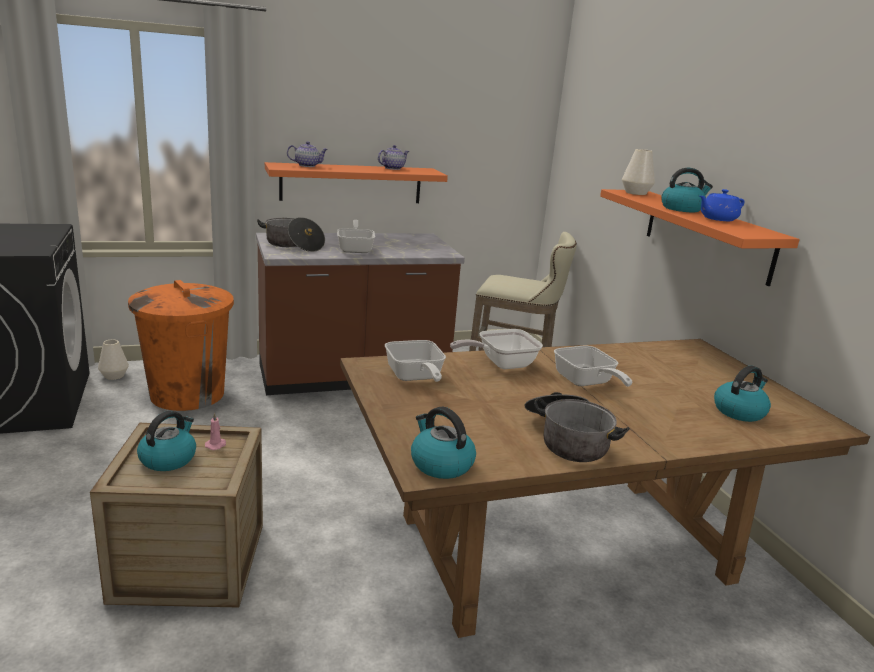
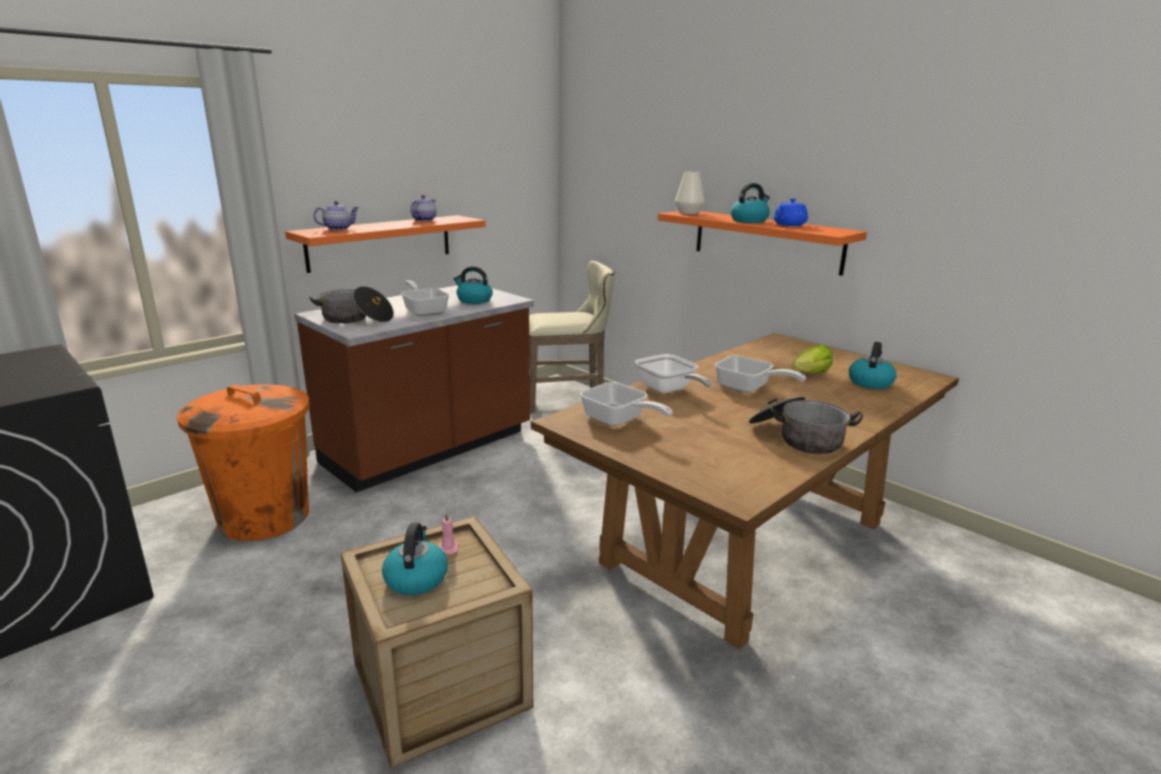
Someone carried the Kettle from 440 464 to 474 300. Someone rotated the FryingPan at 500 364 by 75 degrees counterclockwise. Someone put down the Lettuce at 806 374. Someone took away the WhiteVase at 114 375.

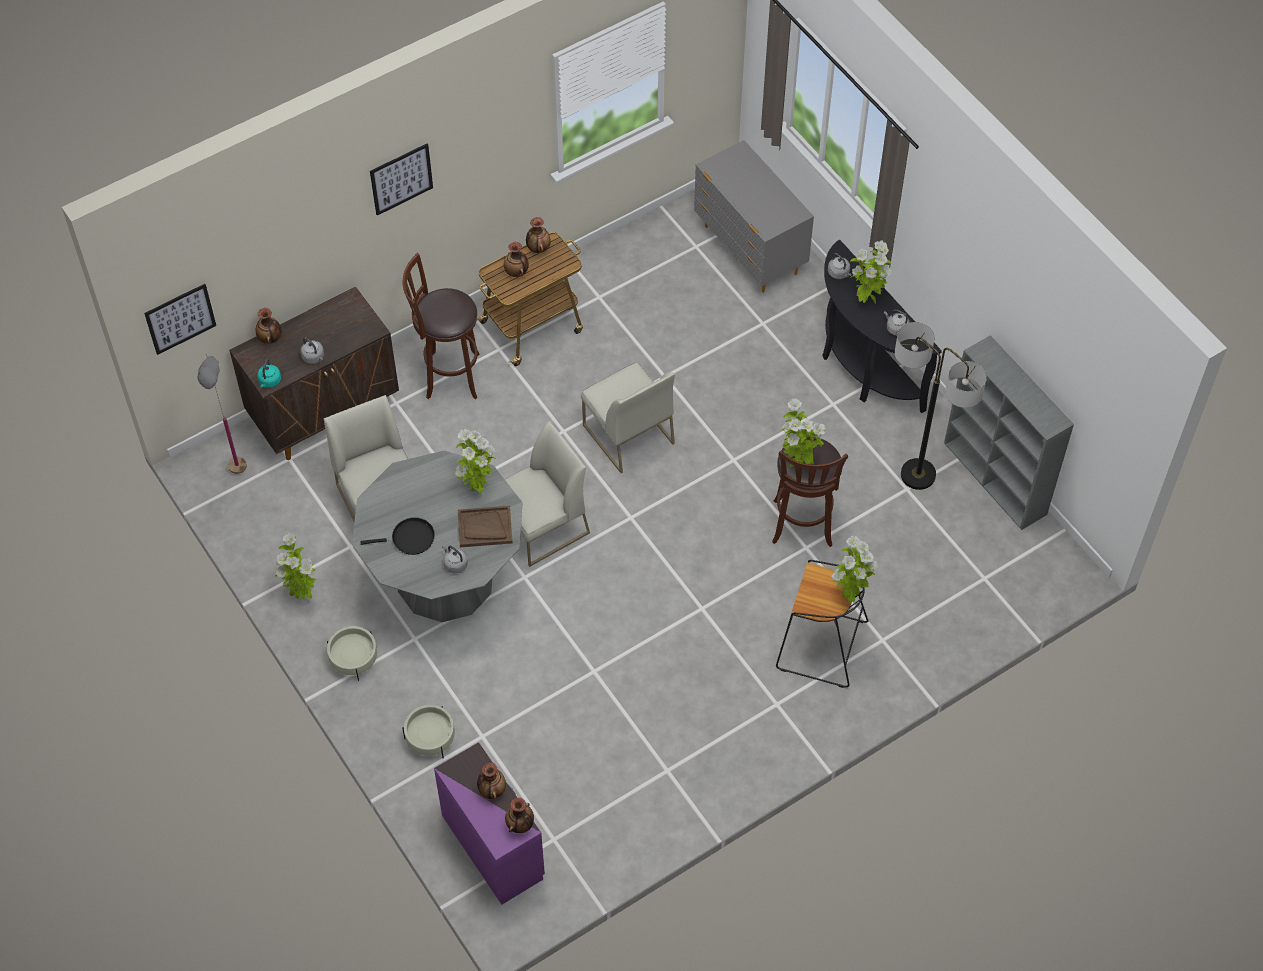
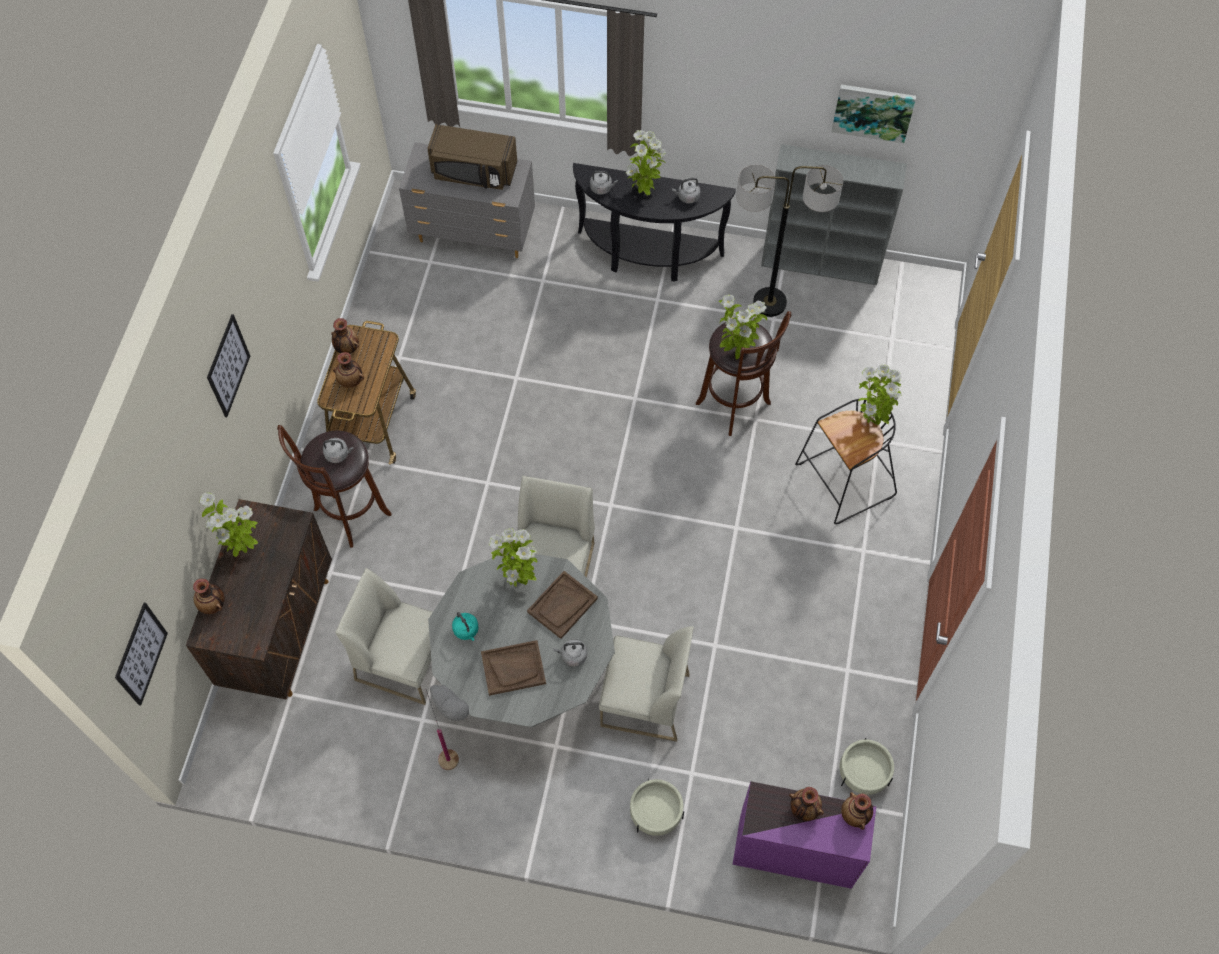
Someone carried the PottedPlant from 302 593 to 242 548. Someone carried the GreyKettle from 314 357 to 338 454. Someone carried the GreyFloorLamp from 240 482 to 463 771. Someone put down the BrownMicrowave at 474 172. Someone carried the TurquoiseKettle from 269 382 to 466 631. Someone swapped the BlackFryingPan at 409 538 for the BrownTray at 513 668. Someone carried the WhiteChair from 627 434 to 644 701. Someone put up the Picture at 873 111. Someone carried the BeigePlanter from 353 659 to 863 772.

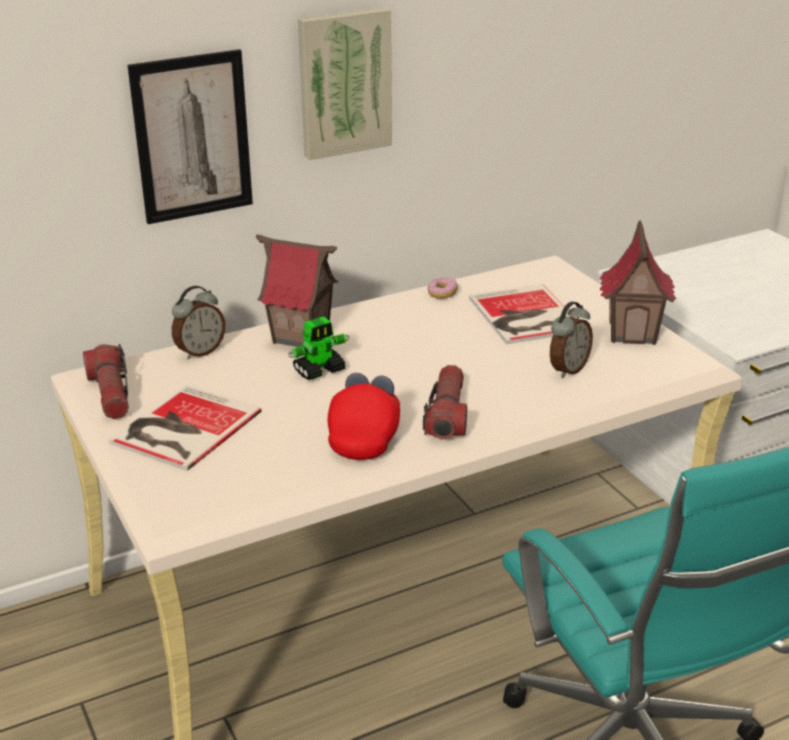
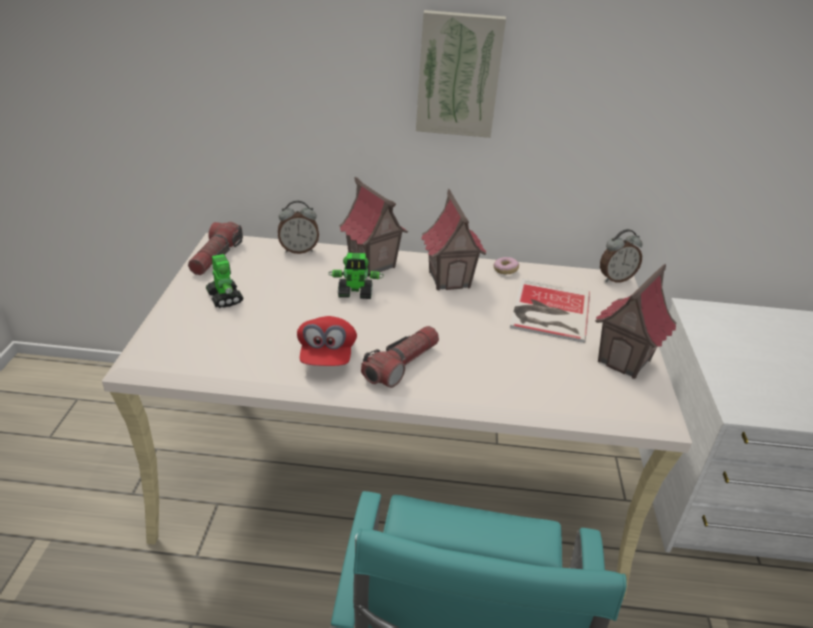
Someone swapped the Book at 182 428 for the ToyRobot at 224 297. Someone rotated the RedCap at 365 436 by 135 degrees clockwise. Someone put down the ToyHouse at 450 279. Someone carried the AlarmClock from 567 369 to 615 278. Someone took away the Picture at 192 137.

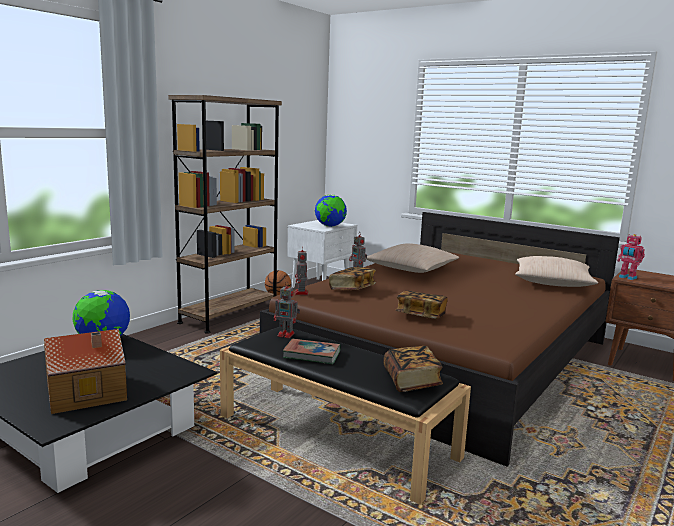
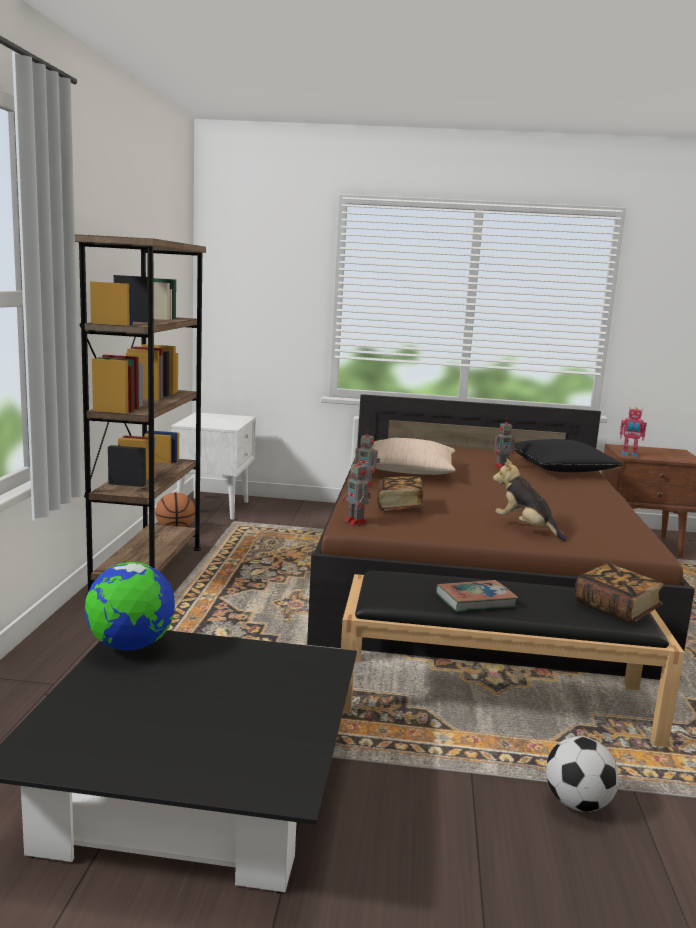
Someone swapped the Book at 420 316 for the PlushToy at 526 528. Someone carried the ToyRobot from 286 335 to 502 467. Someone repainted the BeigePillow at 552 282, which became the BlackPillow at 560 469. Someone put down the Football at 577 803. Someone took away the ToyHouse at 88 392. Someone took away the Globe at 330 226.

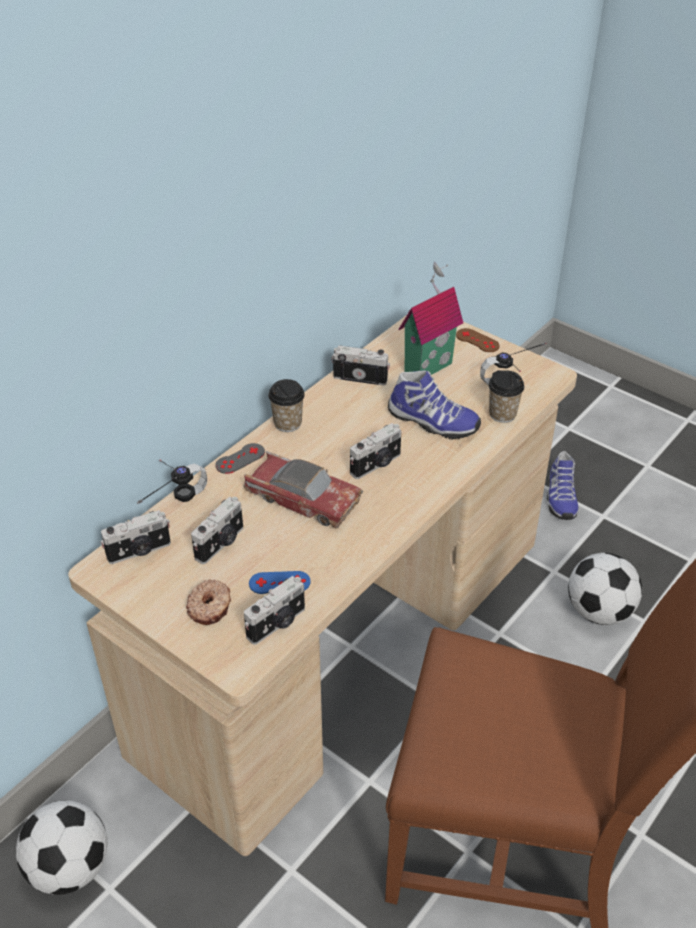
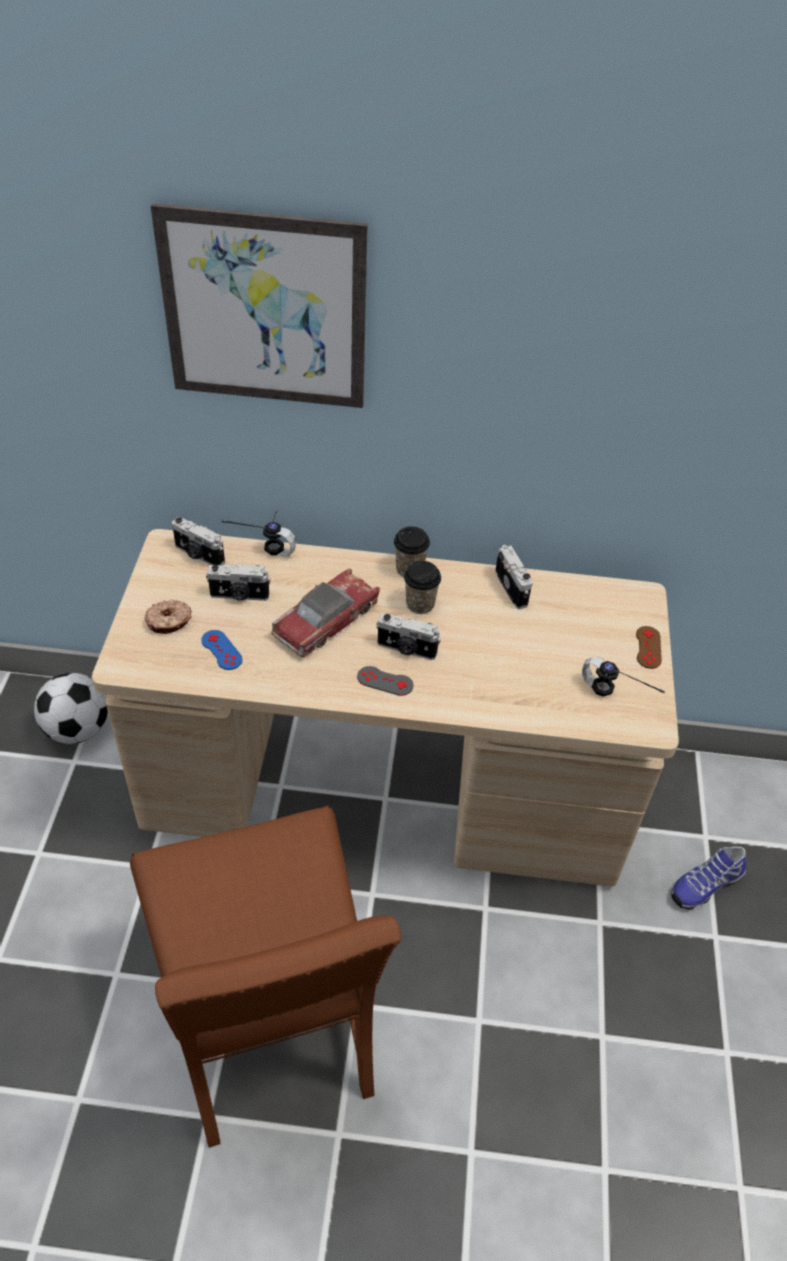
Someone put up the Picture at 264 310. Someone rotated the ToyCar at 303 499 by 135 degrees counterclockwise. Someone carried the GreyGameController from 240 459 to 385 681. Someone carried the Cup from 502 414 to 420 604. Someone took away the PhotoCamera at 277 624. Someone took away the Shoe at 432 423. Someone took away the ToyHouse at 426 366. Someone took away the Football at 599 611.

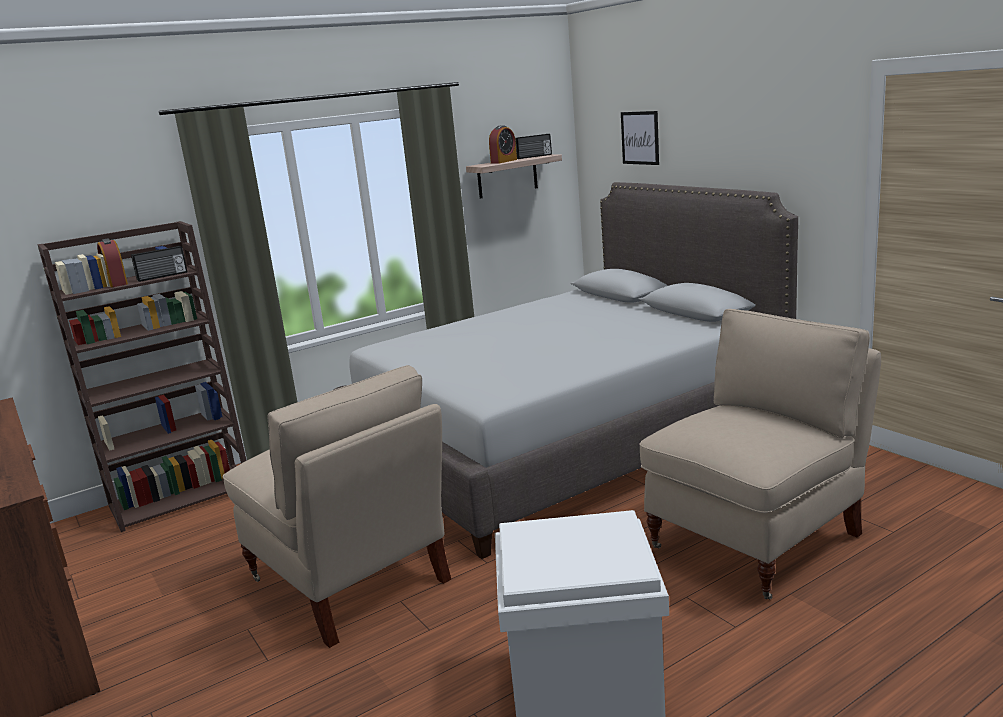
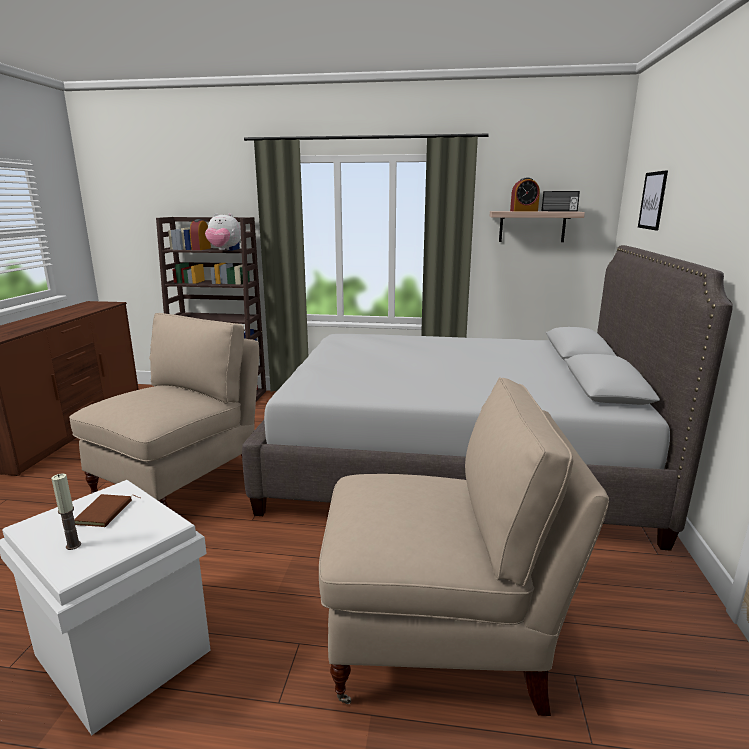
Someone put down the Candle at 73 545. Someone rotated the BeigeChair at 350 581 by 150 degrees counterclockwise. Someone put down the BrownBook at 106 513. Someone swapped the Radio at 162 276 for the PlushToy at 224 250.

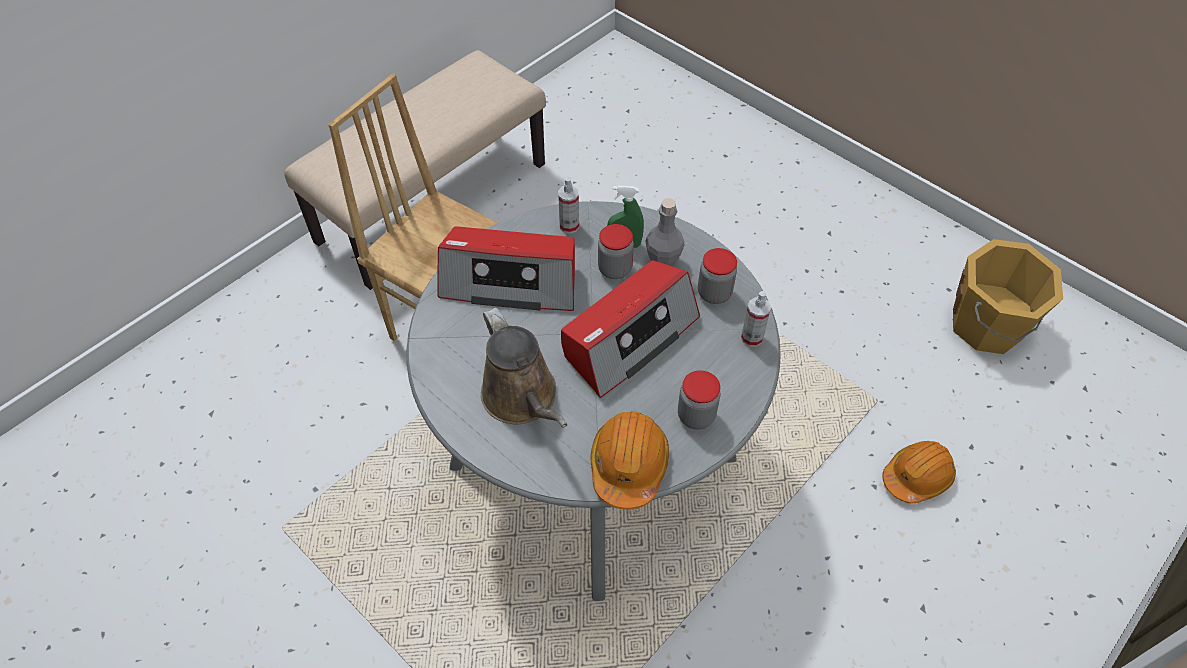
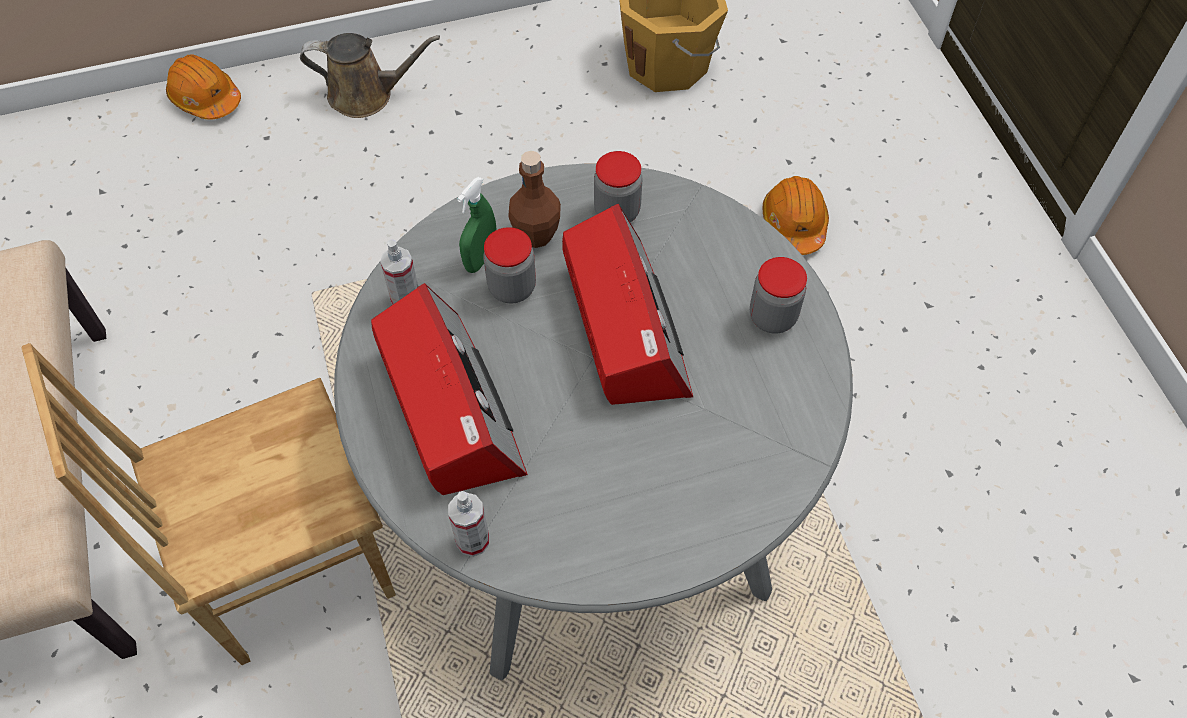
Someone carried the OrangeHardHat from 628 465 to 205 98. Someone carried the BrownWateringCan from 522 398 to 367 95. Someone rotated the Radio at 511 281 by 60 degrees counterclockwise. Someone carried the SprayBottle from 752 338 to 472 540. Someone repainted the GreyBottle at 663 262, which became the BrownBottle at 536 235.

